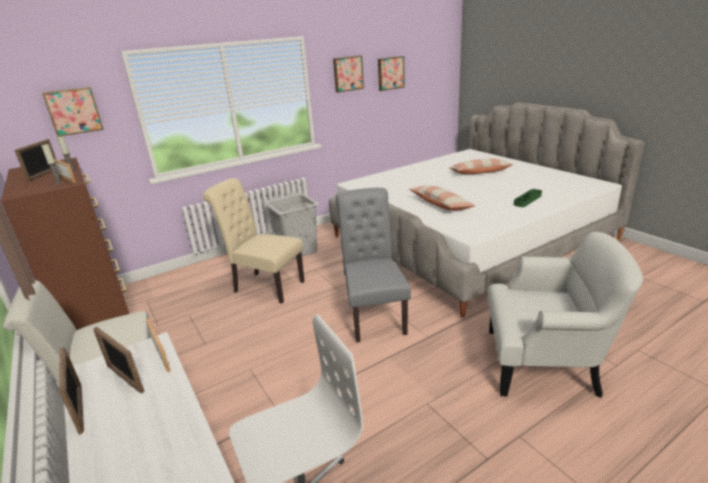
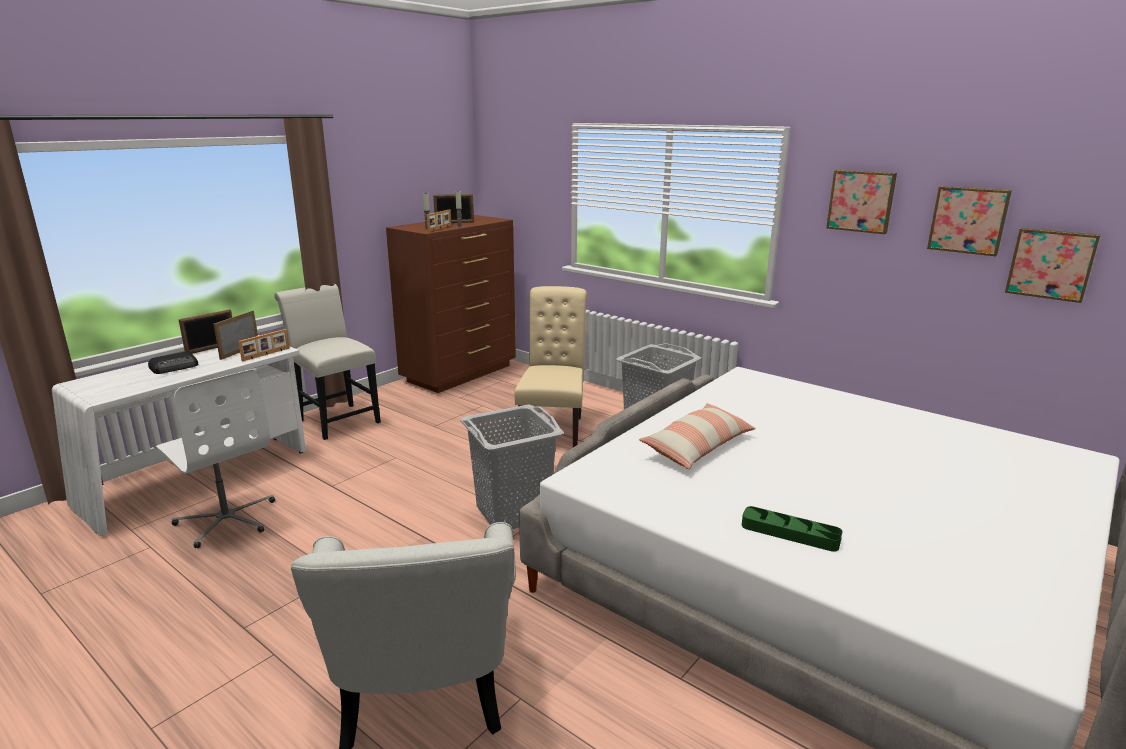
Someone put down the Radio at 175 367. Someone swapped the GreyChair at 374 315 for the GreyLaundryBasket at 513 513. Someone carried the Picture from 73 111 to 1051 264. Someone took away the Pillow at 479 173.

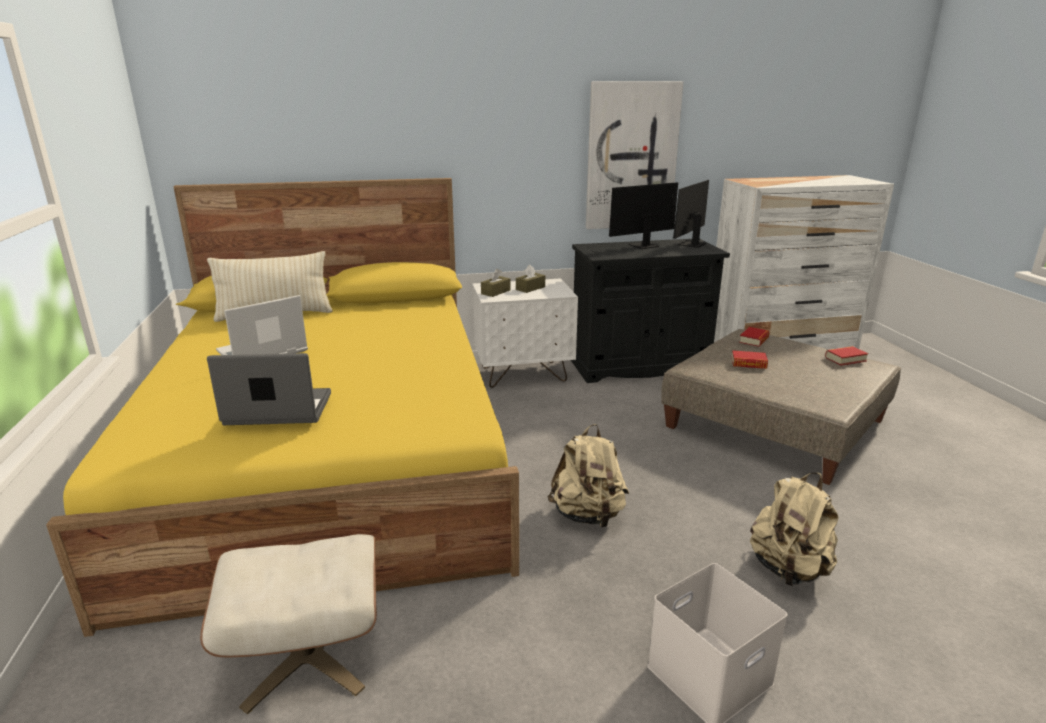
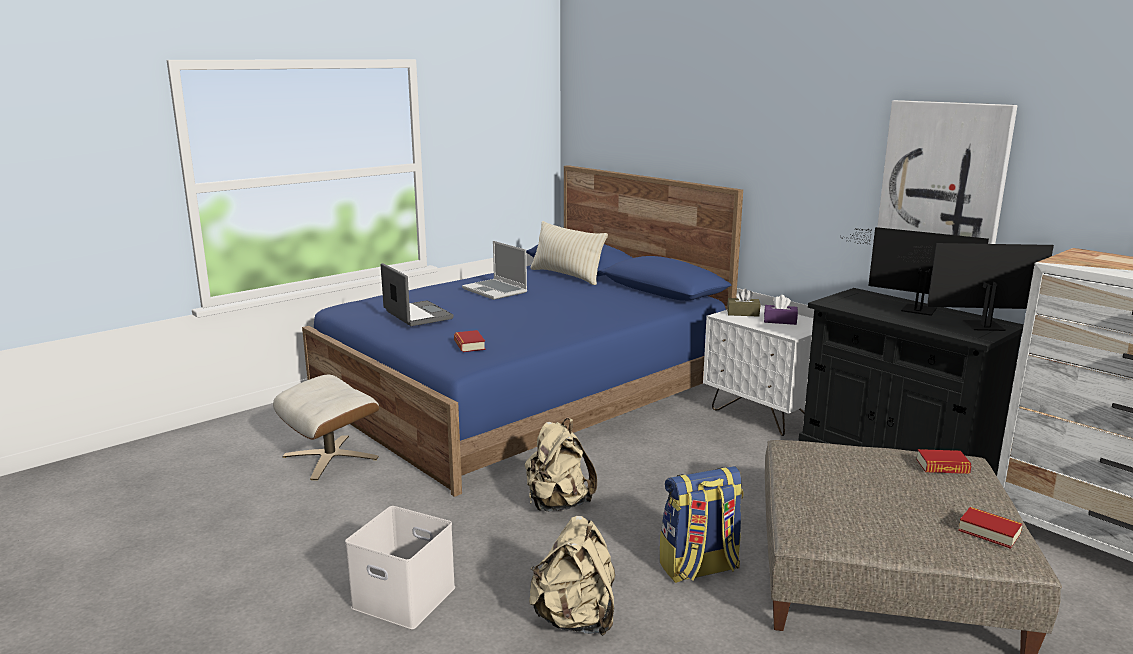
Someone repainted the YellowBed at 332 458, which became the BlueBed at 526 394. Someone carried the Book from 748 363 to 469 345. Someone rotated the Laptop at 262 352 by 150 degrees counterclockwise. Someone put down the Backpack at 699 568. Someone repainted the BrownTissueBox at 530 288, which became the PurpleTissueBox at 780 321.

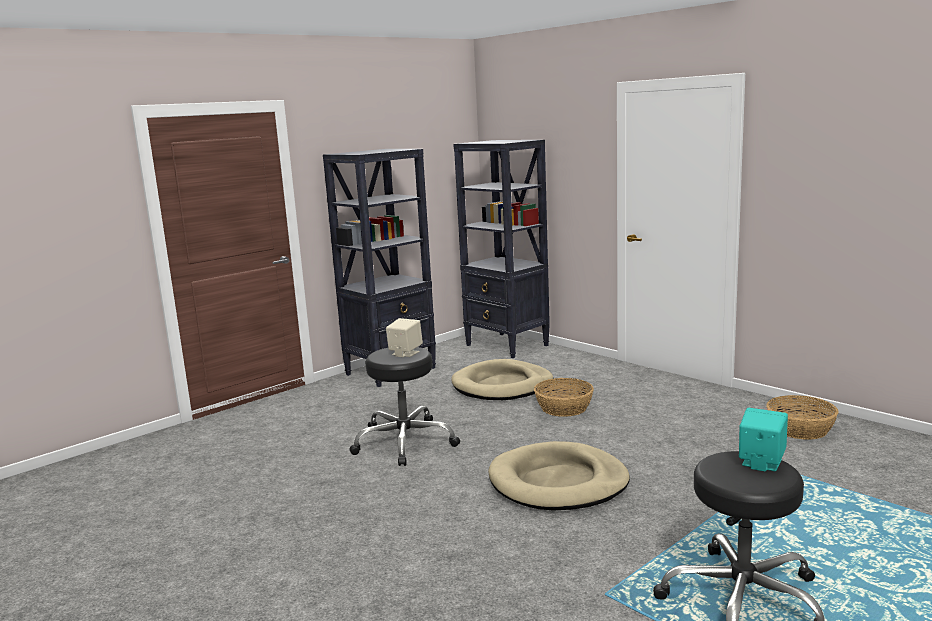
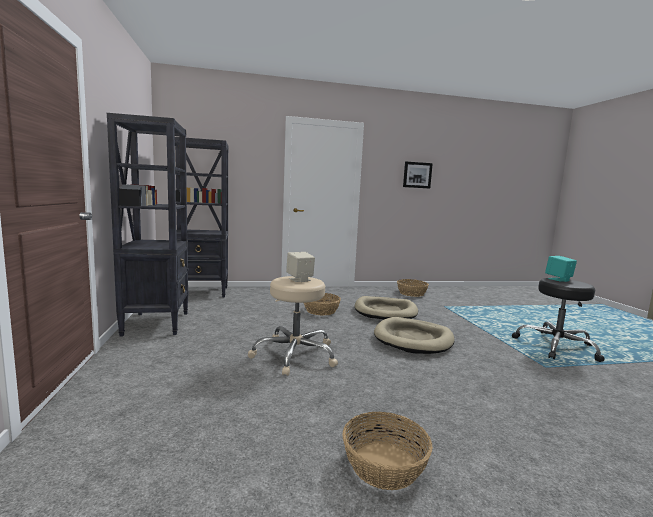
Someone repainted the BlackStool at 404 442, which became the BeigeStool at 295 355. Someone put down the Basket at 385 465. Someone carried the BeigeDogBed from 502 385 to 385 311. Someone put up the Picture at 417 175.

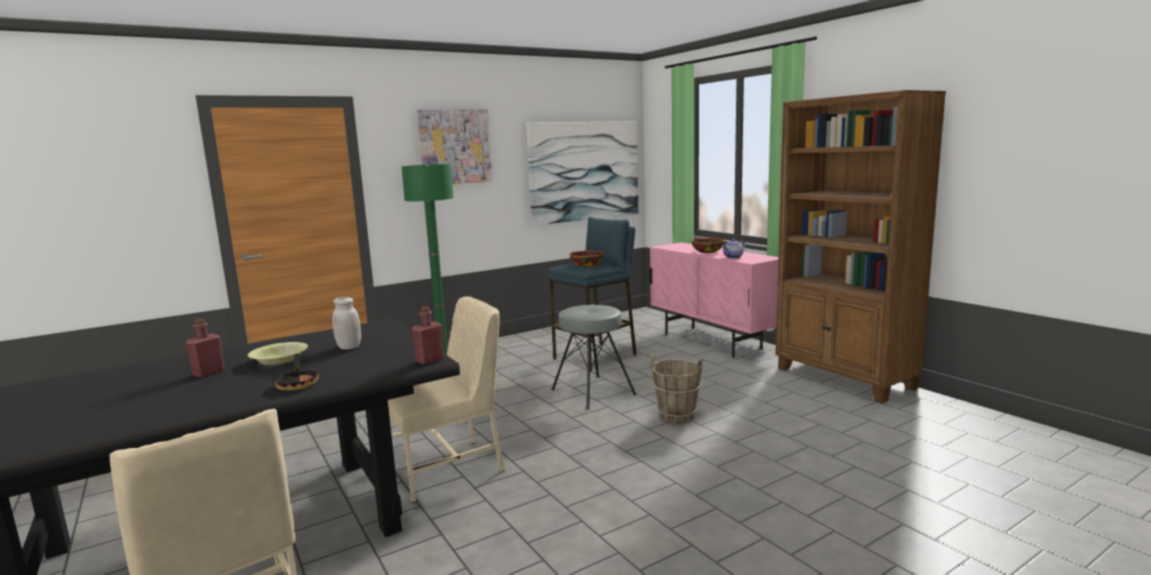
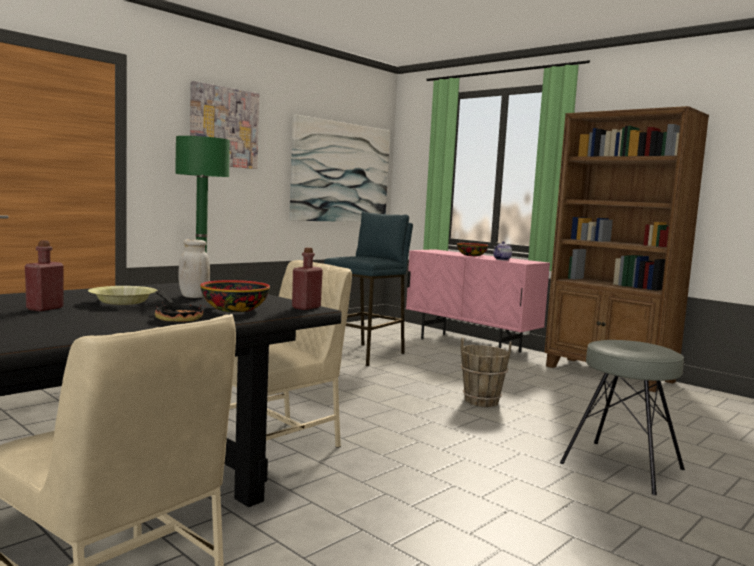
Someone carried the Bowl from 587 265 to 235 309. Someone carried the GreyStool from 592 392 to 622 466.

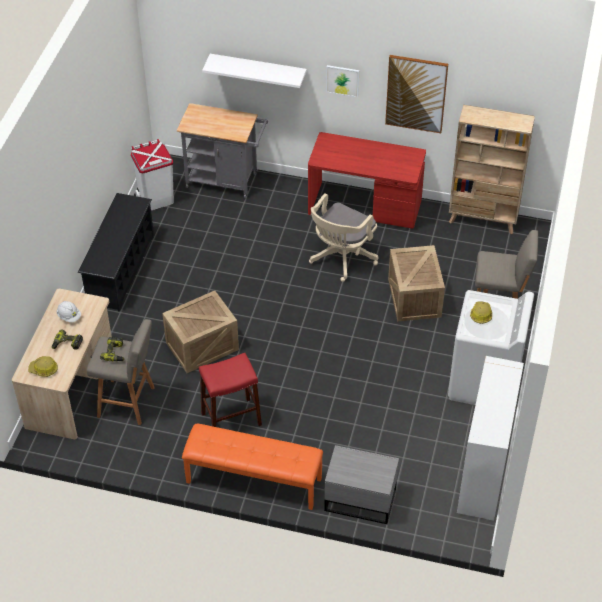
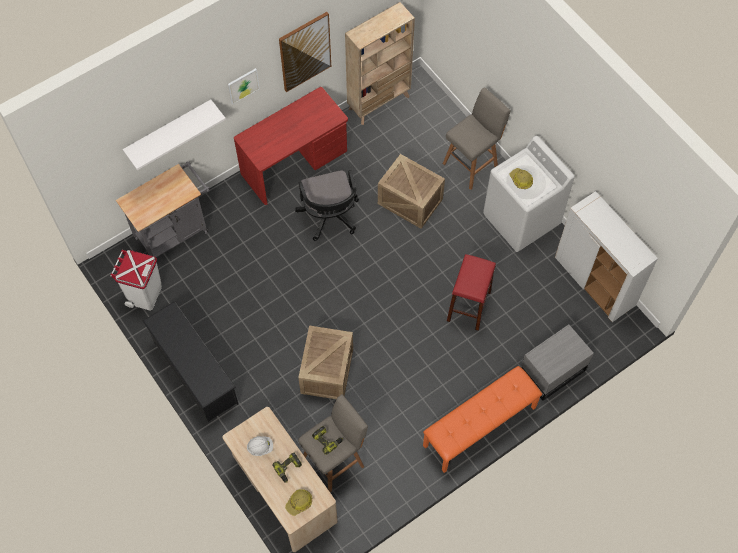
Someone repainted the BeigeOfficeChair at 341 258, which became the BlackOfficeChair at 329 217. Someone carried the RedStool from 231 419 to 468 306.

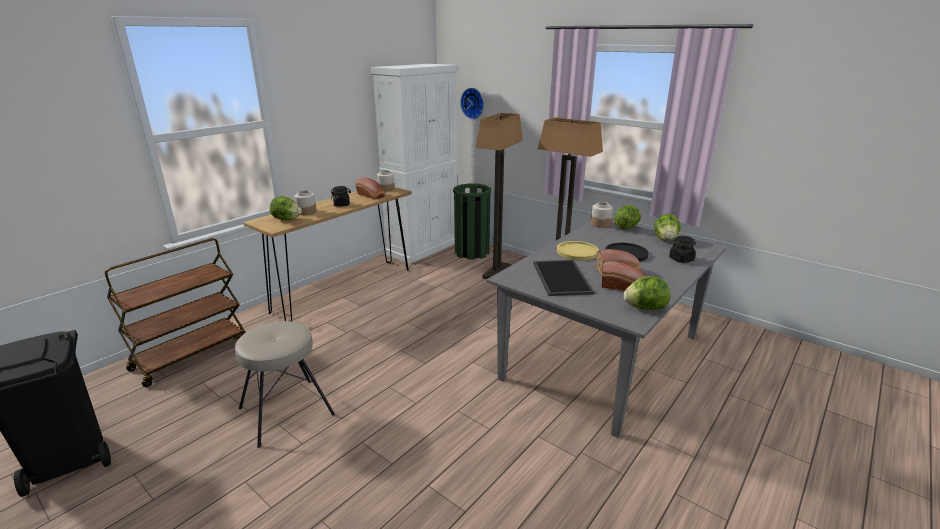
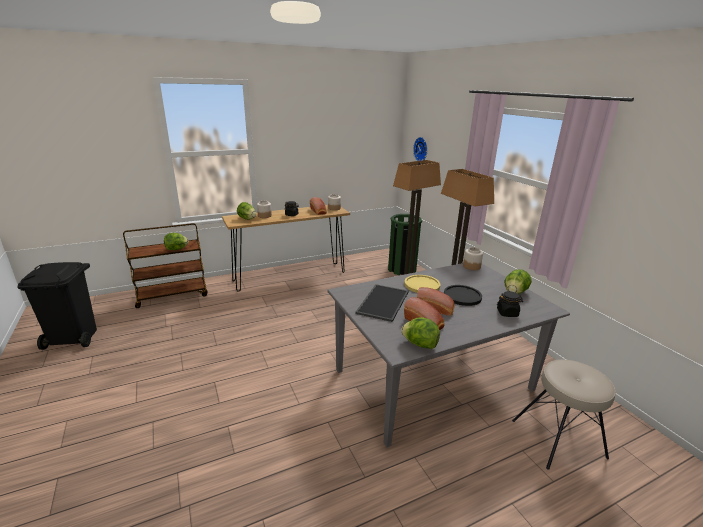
Someone carried the Lettuce from 626 228 to 177 249. Someone carried the BeigeStool from 287 411 to 558 439. Someone took away the WhiteCabinet at 423 248.

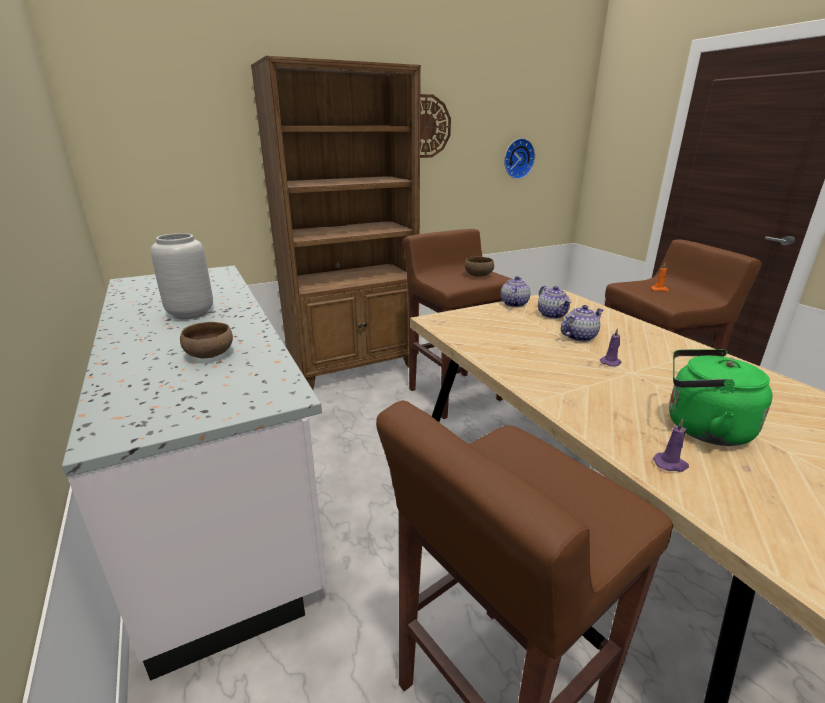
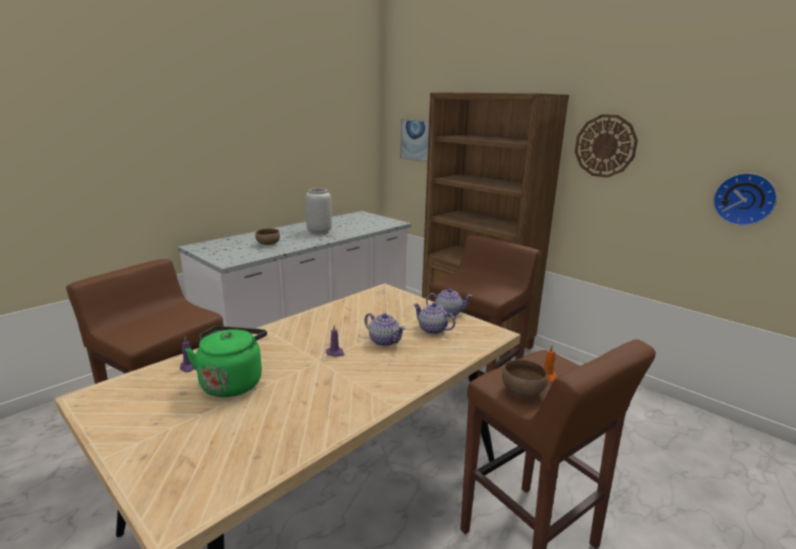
Someone put up the Picture at 416 140. Someone rotated the Teapot at 552 315 by 75 degrees clockwise. Someone carried the BrownBowl from 478 275 to 523 390.

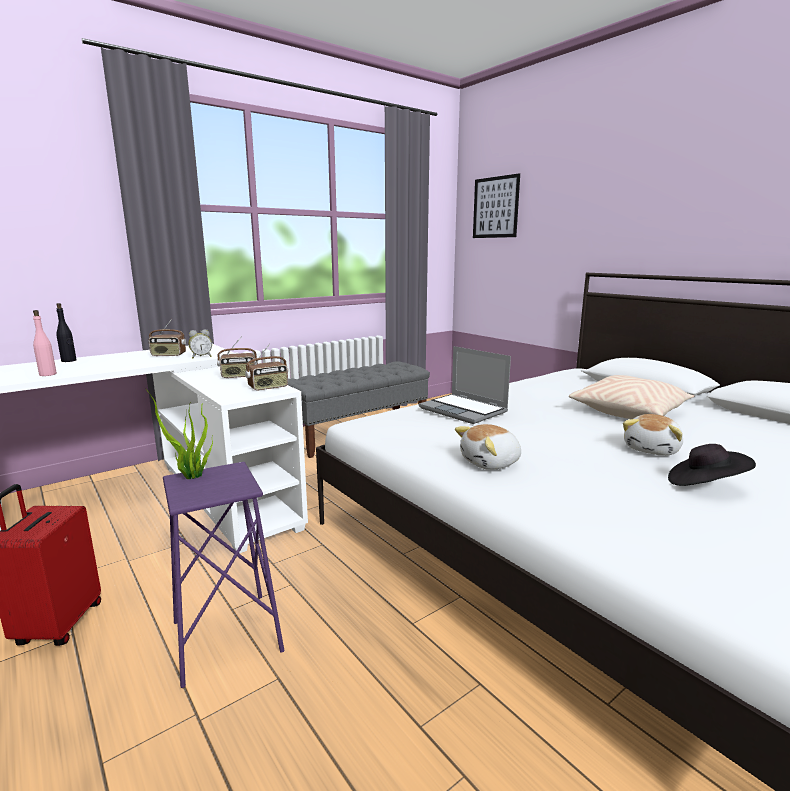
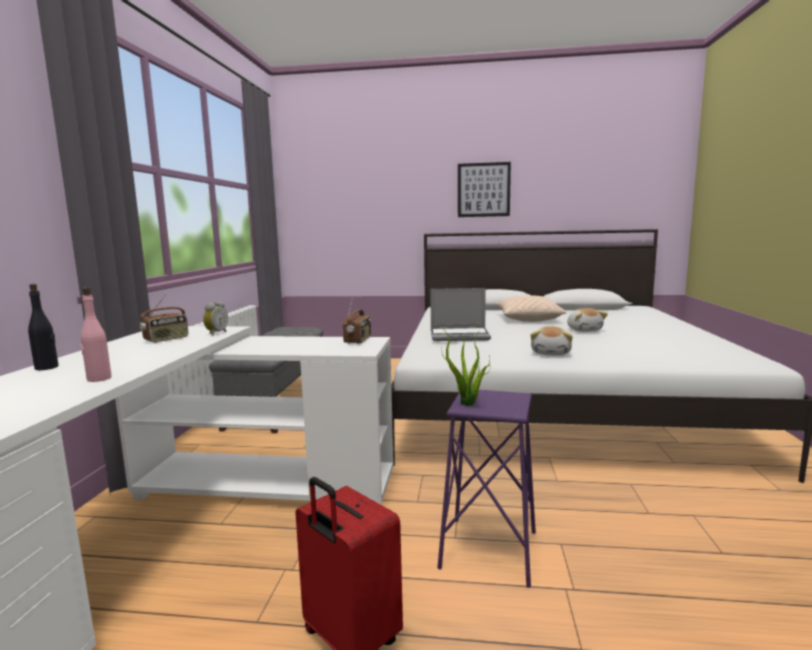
Someone carried the Picture from 495 207 to 483 190. Someone took away the Radio at 238 376. Someone took away the BlackHat at 704 485.

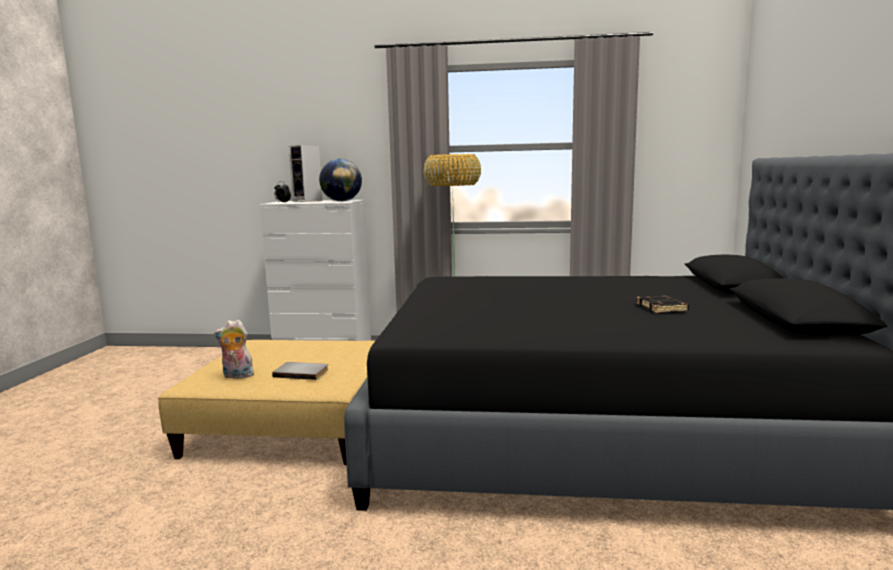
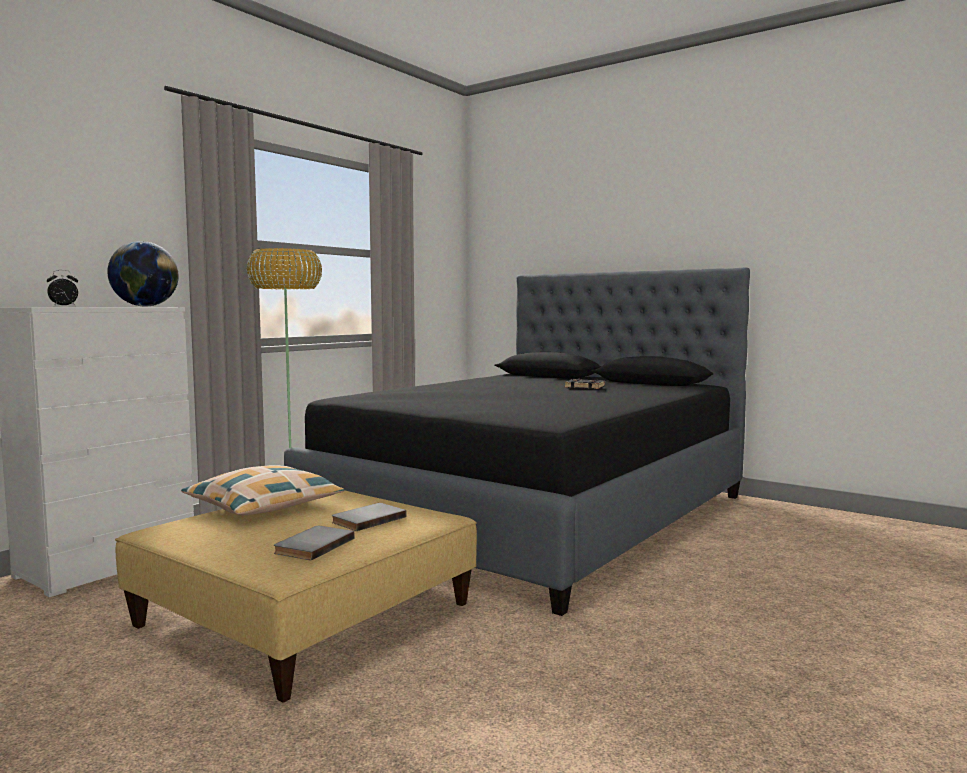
Someone put down the Pillow at 263 506. Someone swapped the PlushToy at 236 376 for the GreyBook at 312 545. Someone took away the Speaker at 308 201.

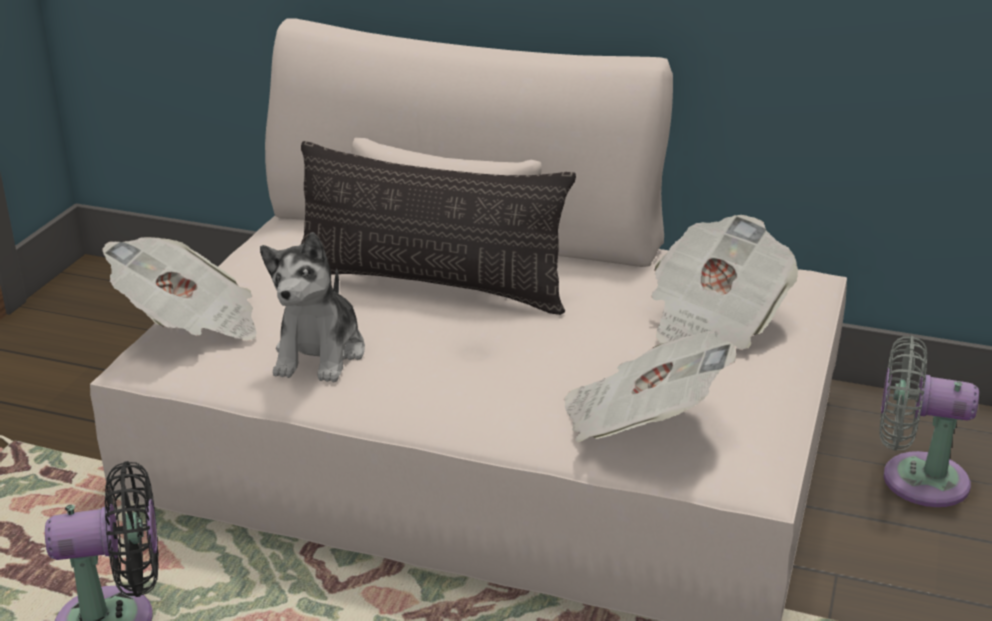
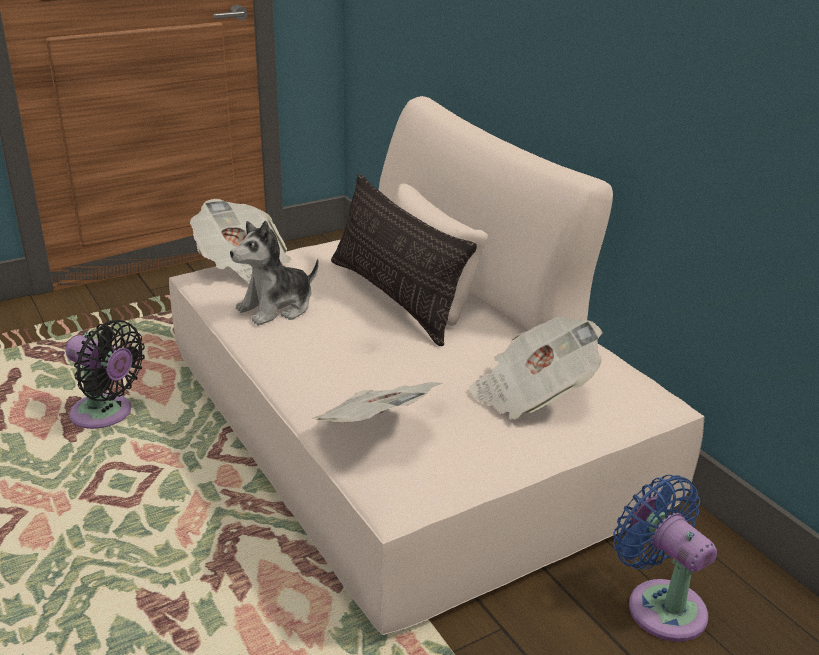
Someone repainted the GreyFan at 915 479, which became the BlueFan at 660 604.

